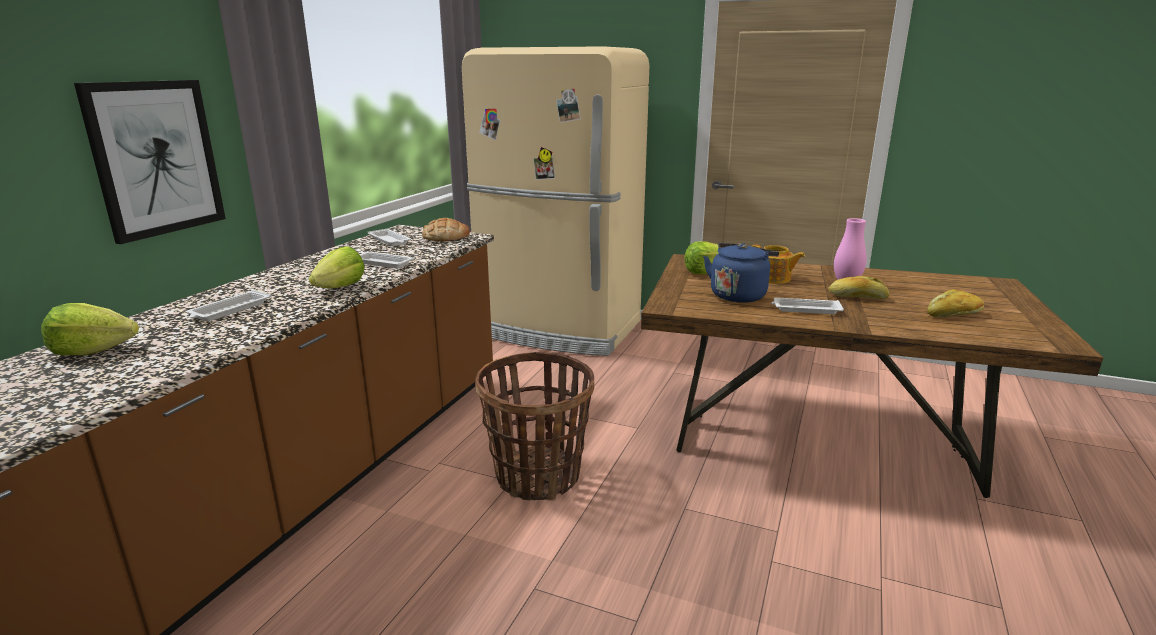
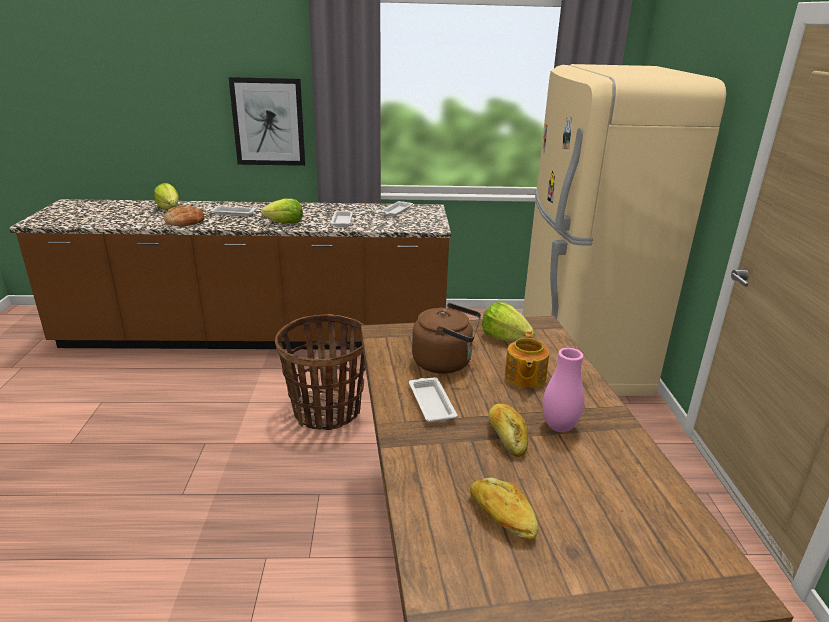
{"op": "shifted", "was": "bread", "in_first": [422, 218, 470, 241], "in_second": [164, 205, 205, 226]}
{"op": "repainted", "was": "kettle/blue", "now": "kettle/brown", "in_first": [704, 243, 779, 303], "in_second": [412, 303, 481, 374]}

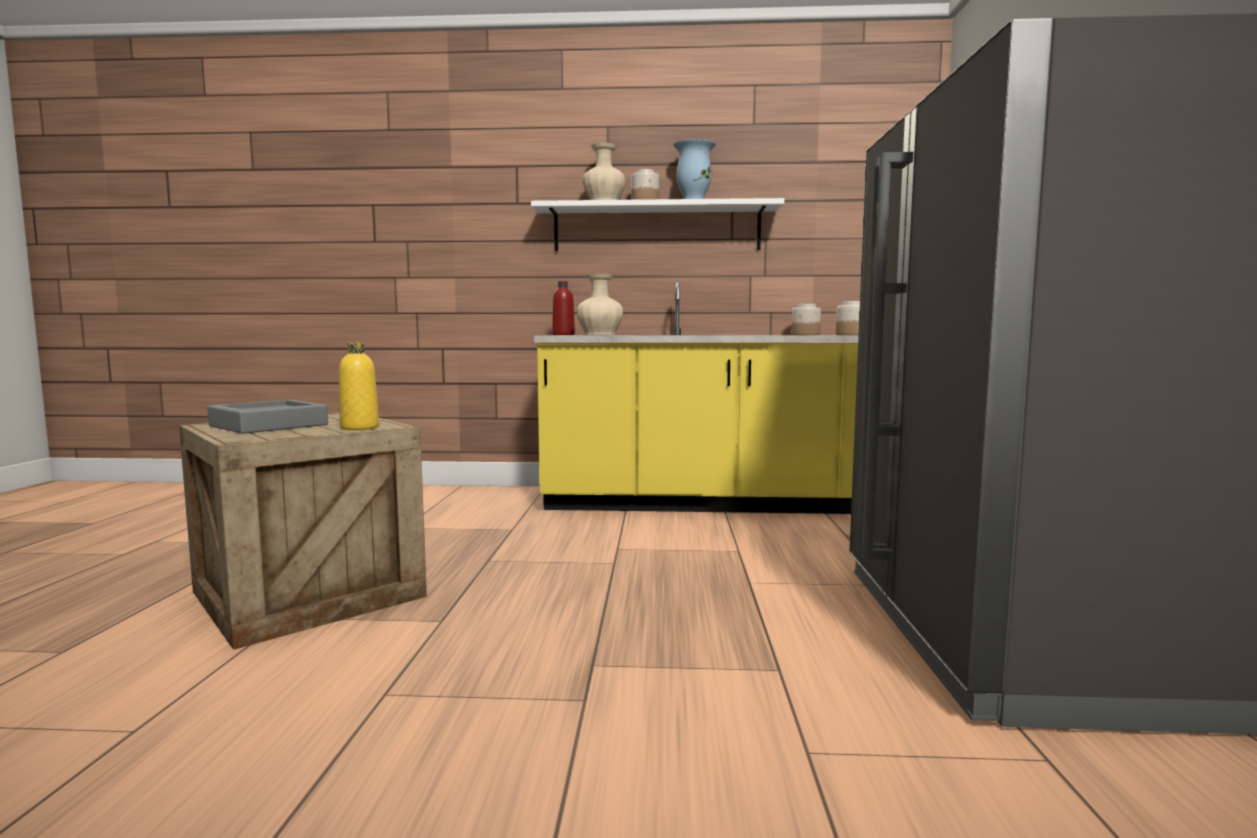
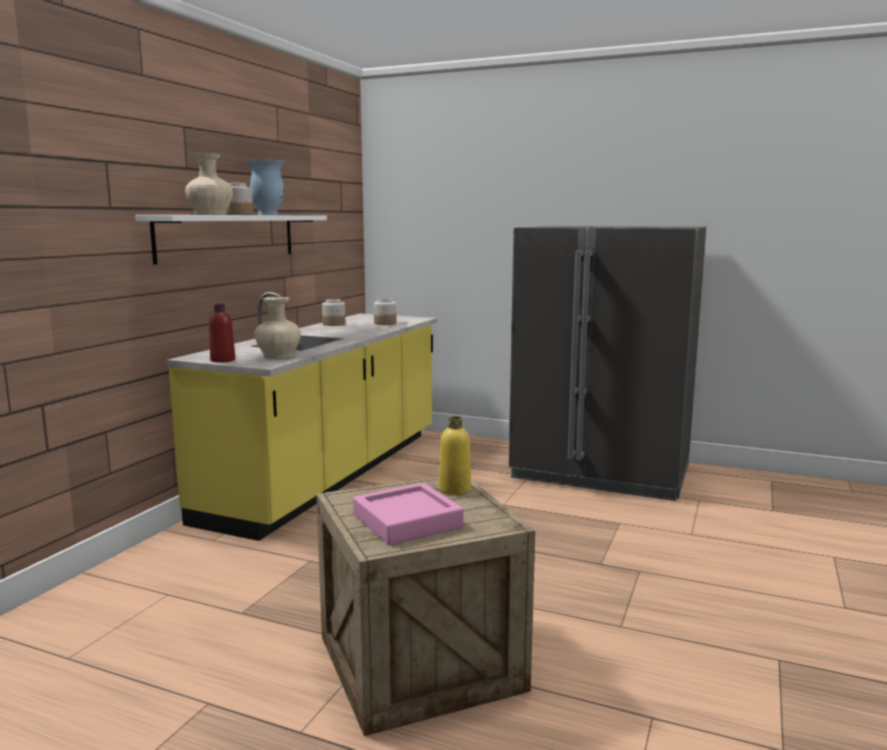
{"op": "repainted", "was": "tray/grey", "now": "tray/pink", "in_first": [207, 400, 328, 434], "in_second": [353, 483, 464, 545]}

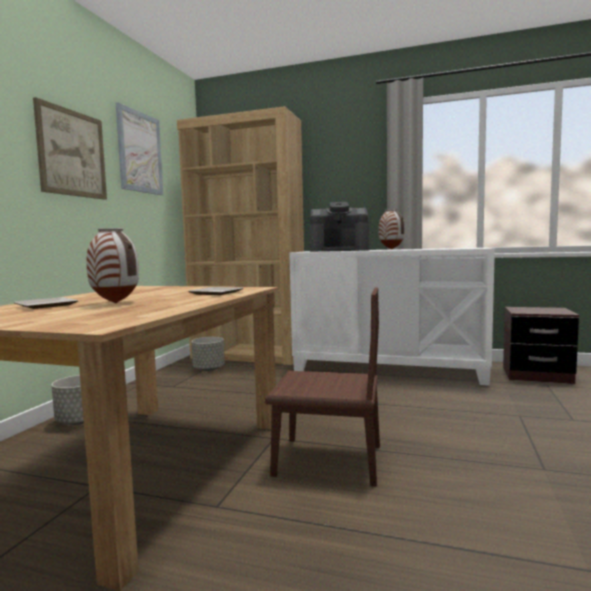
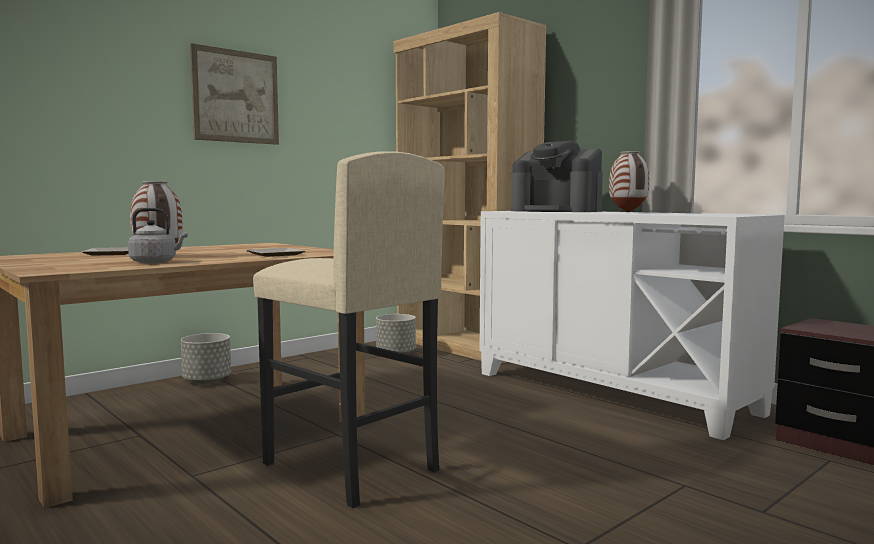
{"op": "gone", "was": "picture", "in_first": [116, 103, 163, 195]}
{"op": "swapped", "was": "chair/brown", "now": "stool/beige", "in_first": [265, 287, 380, 486], "in_second": [253, 151, 445, 508]}
{"op": "new", "now": "kettle/grey", "in_second": [128, 208, 188, 264]}

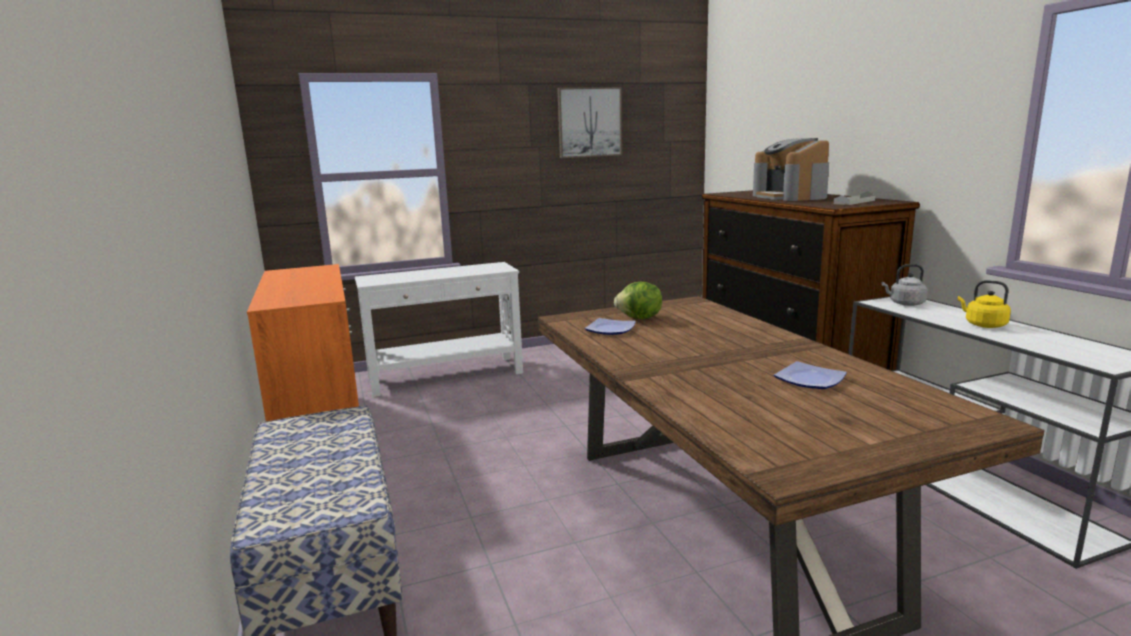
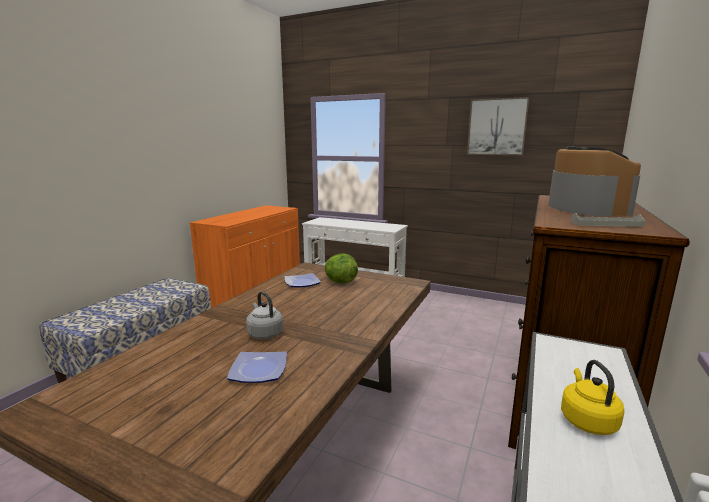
{"op": "rotated", "was": "coffee machine", "in_first": [753, 138, 829, 201], "in_second": [548, 147, 641, 216], "clockwise": 150}
{"op": "shifted", "was": "kettle/grey", "in_first": [882, 264, 928, 306], "in_second": [246, 291, 283, 339]}

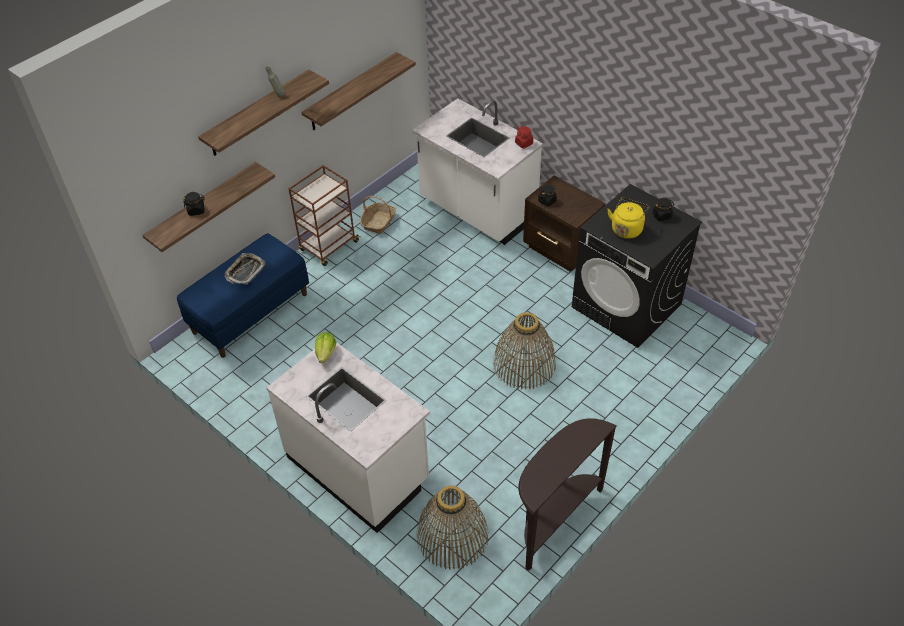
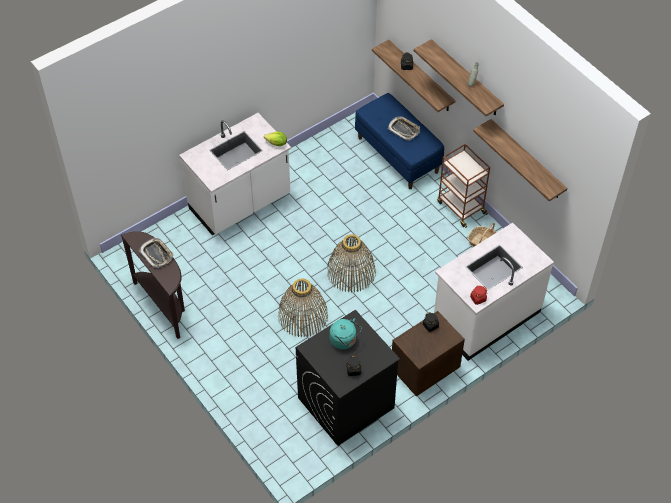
{"op": "shifted", "was": "basket", "in_first": [416, 486, 488, 570], "in_second": [327, 234, 376, 293]}
{"op": "repainted", "was": "kettle/yellow", "now": "kettle/turquoise", "in_first": [607, 197, 650, 239], "in_second": [330, 318, 362, 349]}
{"op": "new", "now": "tray", "in_second": [139, 238, 174, 268]}

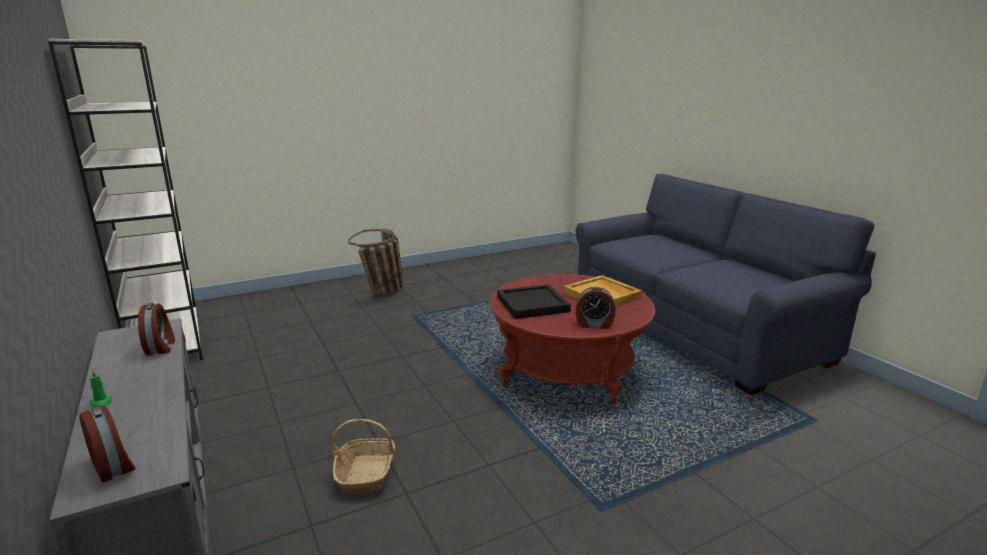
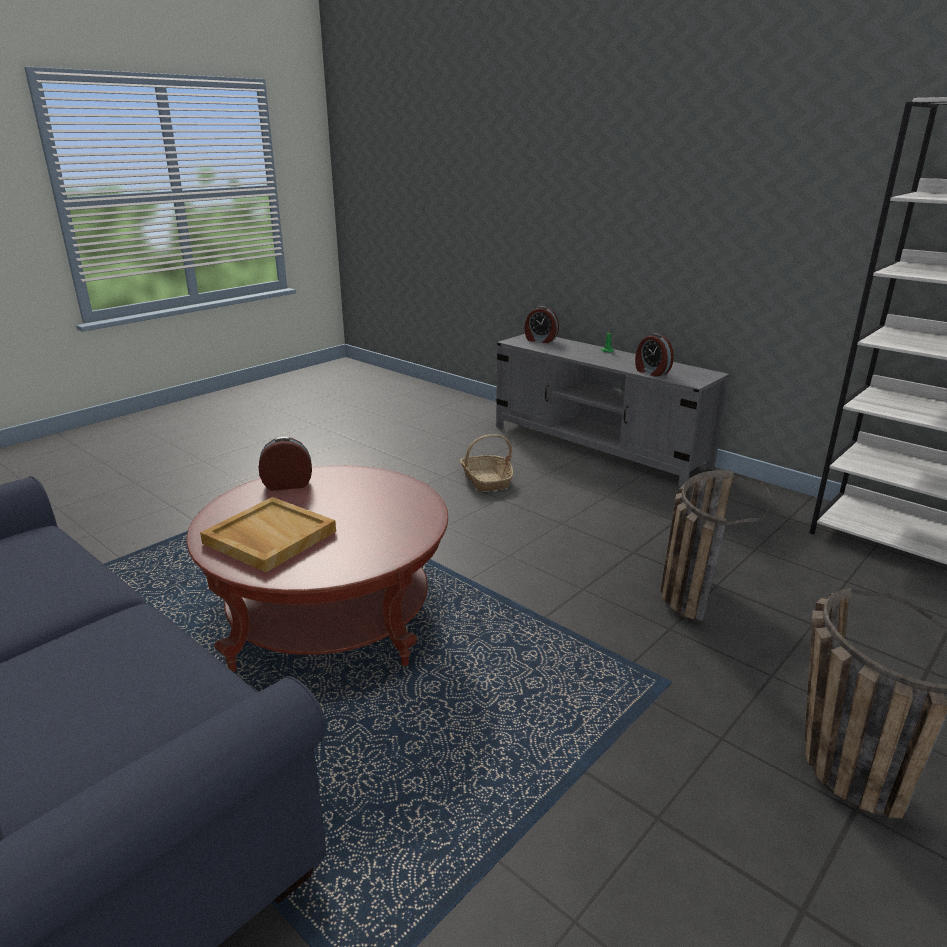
{"op": "gone", "was": "tray/black", "in_first": [497, 284, 571, 319]}
{"op": "new", "now": "basket", "in_second": [660, 470, 771, 624]}

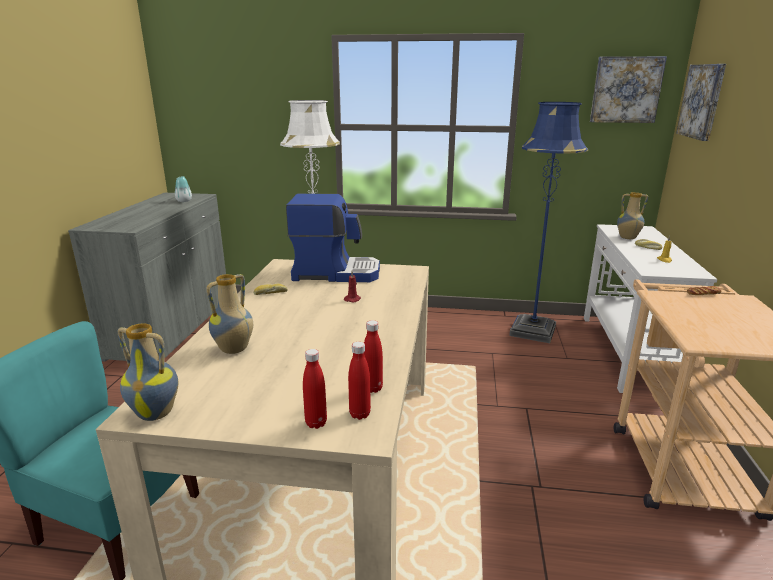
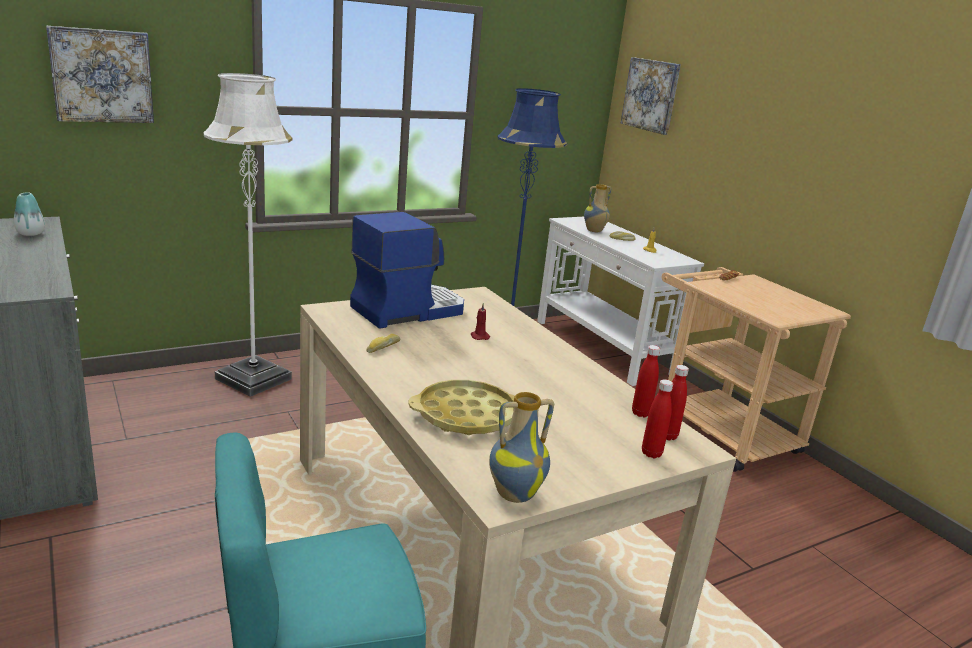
{"op": "swapped", "was": "vase", "now": "tray/yellow", "in_first": [206, 274, 253, 354], "in_second": [409, 380, 515, 435]}
{"op": "shifted", "was": "picture", "in_first": [590, 56, 667, 123], "in_second": [46, 25, 154, 123]}

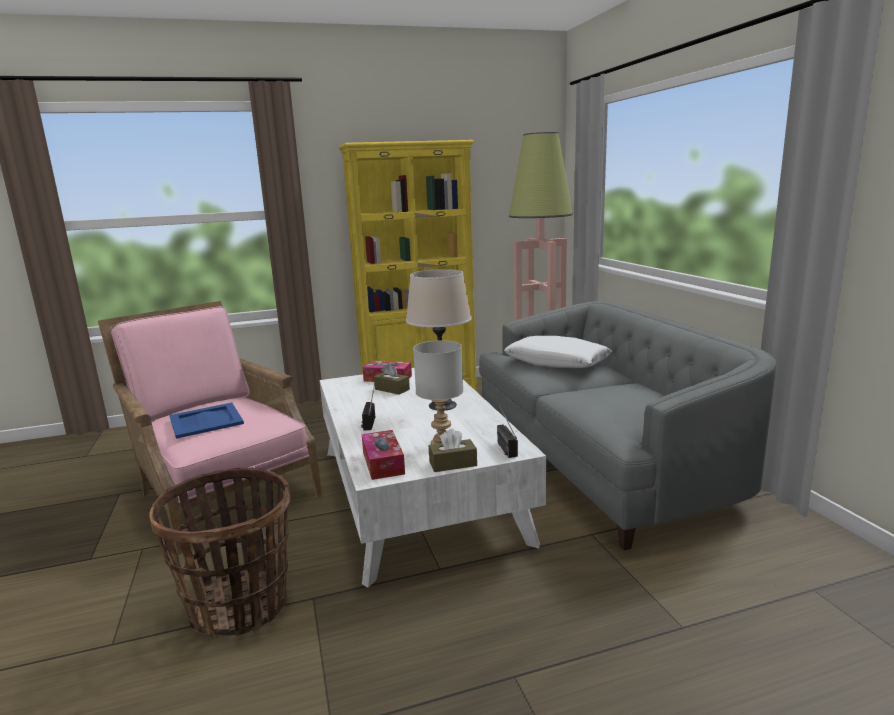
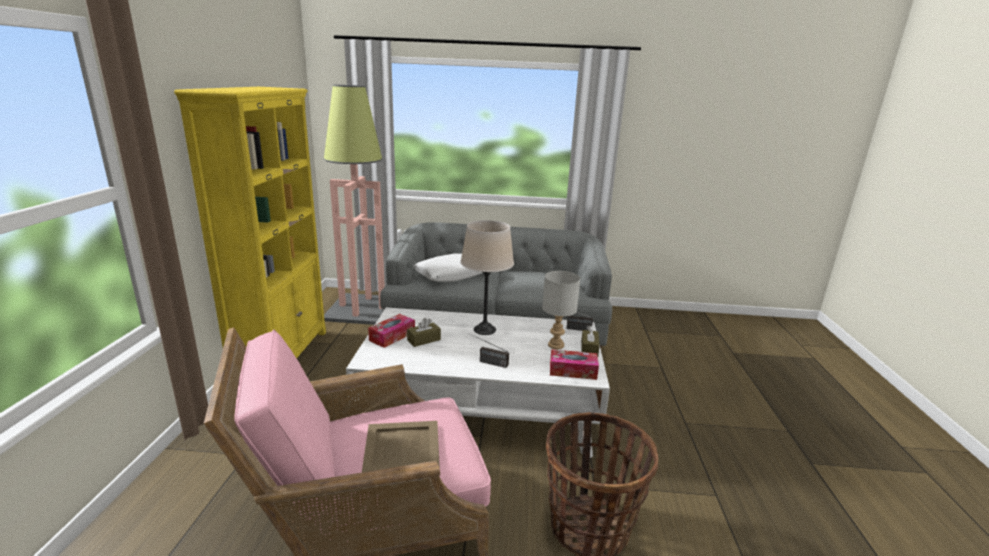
{"op": "repainted", "was": "tray/blue", "now": "tray/beige", "in_first": [169, 403, 244, 439], "in_second": [362, 421, 440, 472]}

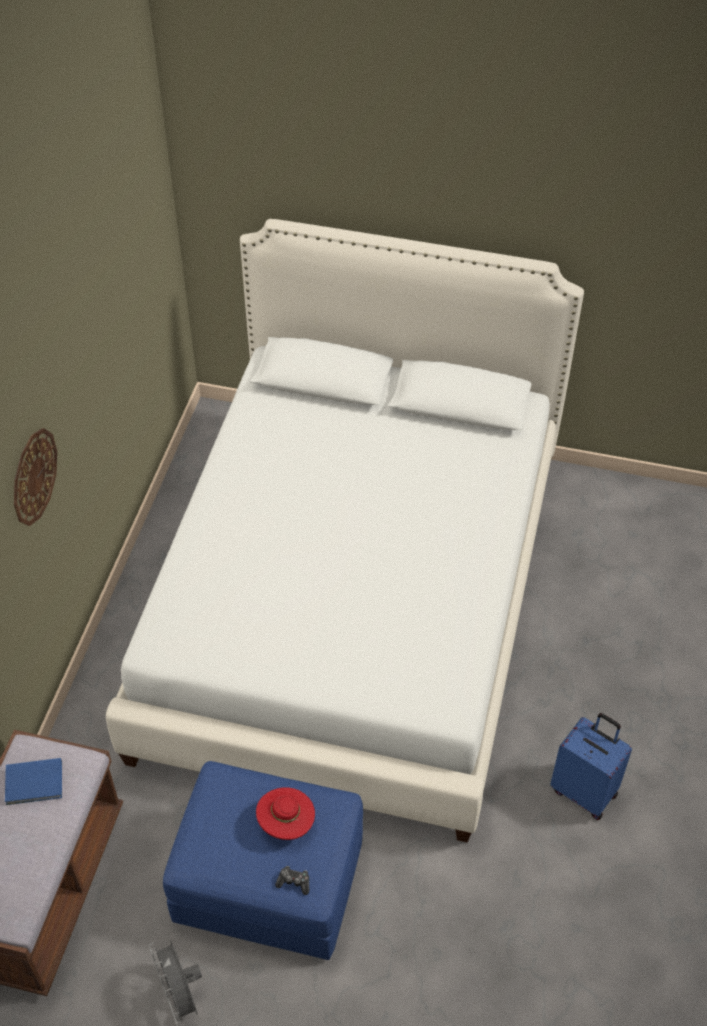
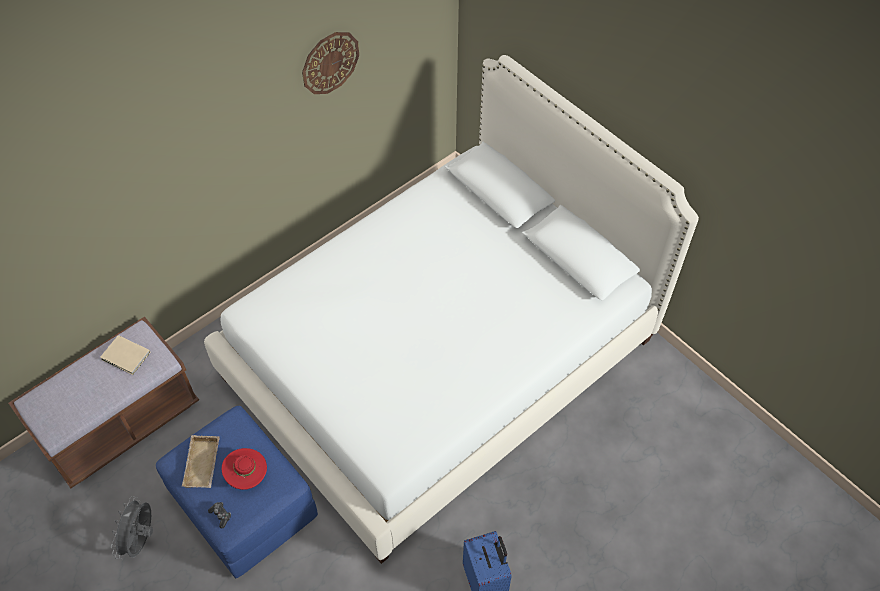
{"op": "repainted", "was": "book/blue", "now": "book/beige", "in_first": [5, 758, 62, 805], "in_second": [100, 335, 151, 375]}
{"op": "shifted", "was": "wall clock", "in_first": [14, 428, 57, 526], "in_second": [302, 32, 359, 94]}
{"op": "new", "now": "tray/beige", "in_second": [182, 435, 220, 488]}

